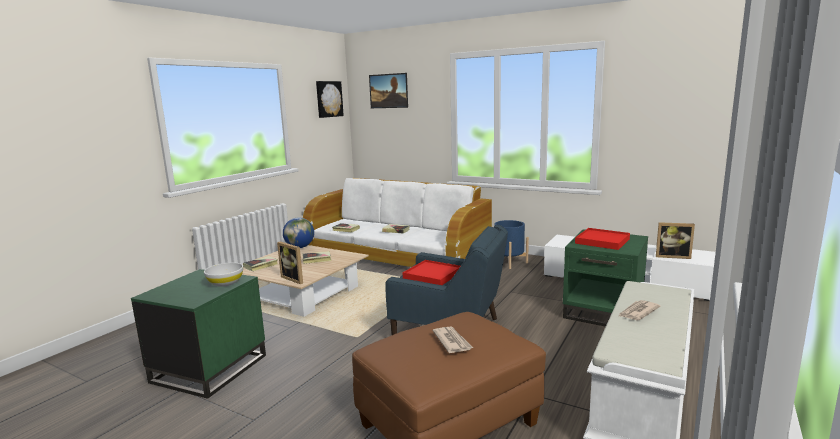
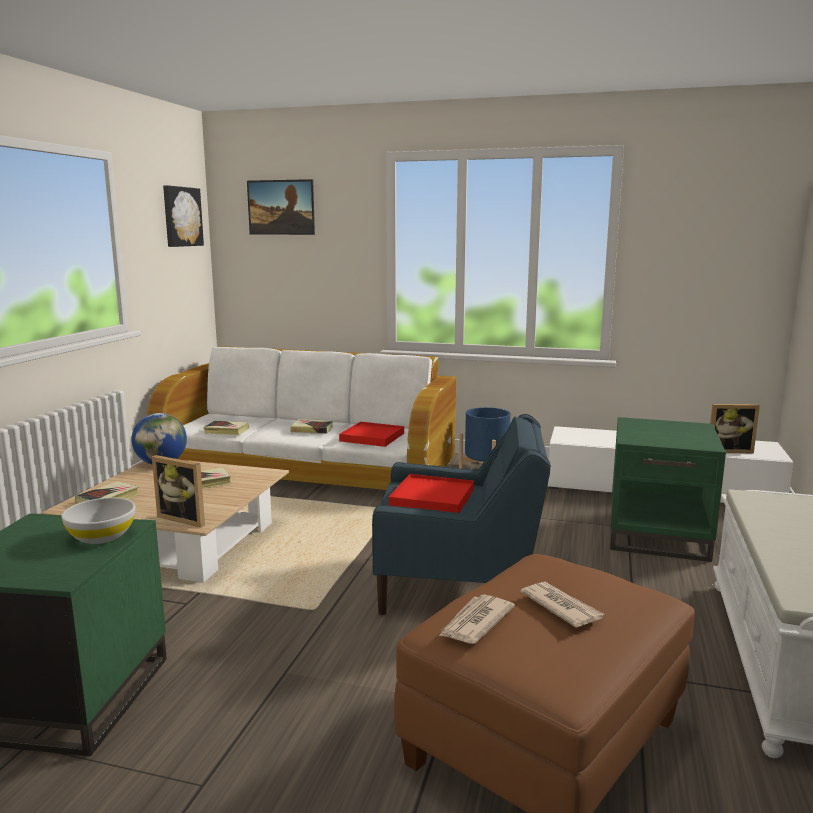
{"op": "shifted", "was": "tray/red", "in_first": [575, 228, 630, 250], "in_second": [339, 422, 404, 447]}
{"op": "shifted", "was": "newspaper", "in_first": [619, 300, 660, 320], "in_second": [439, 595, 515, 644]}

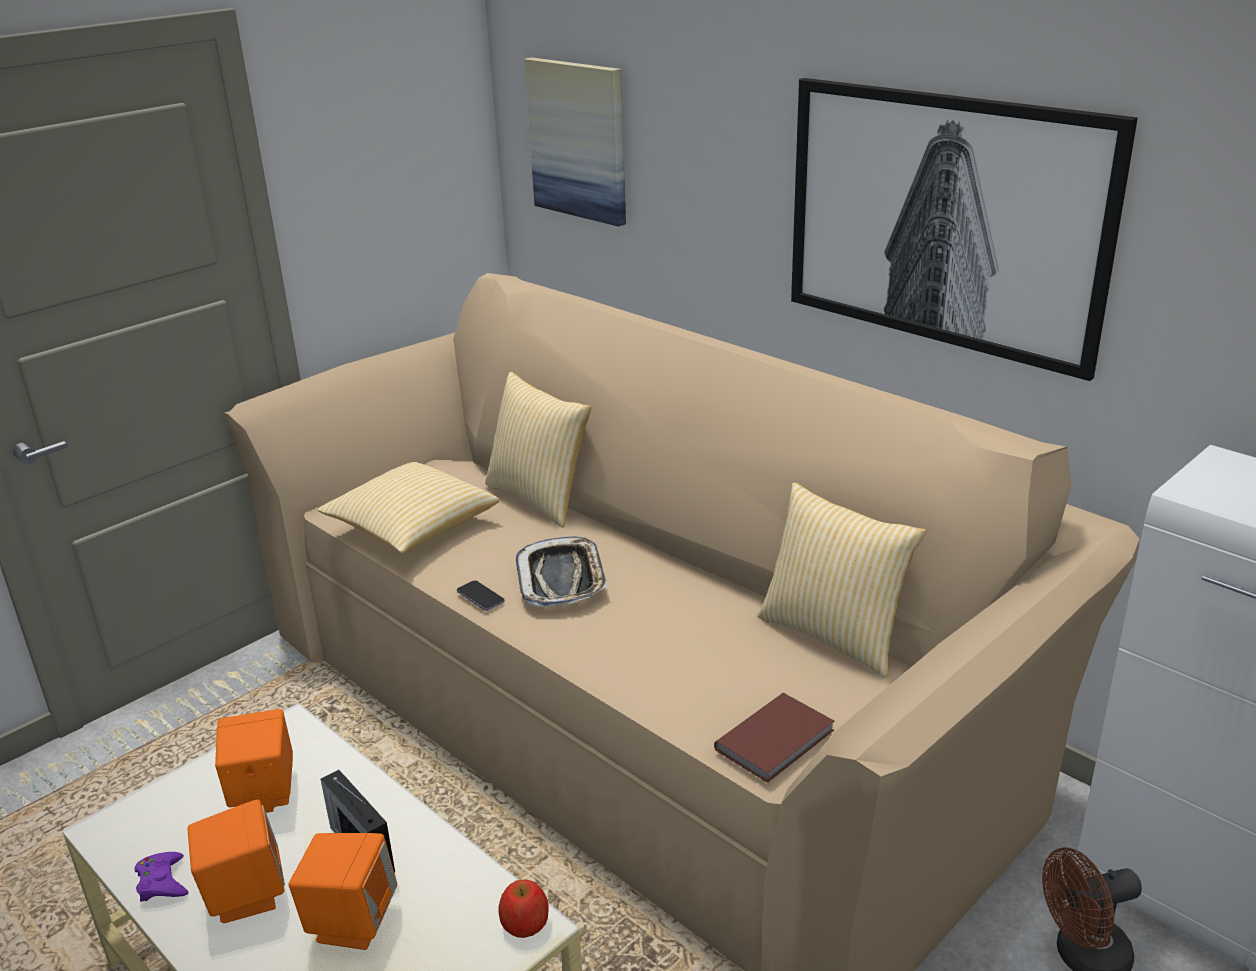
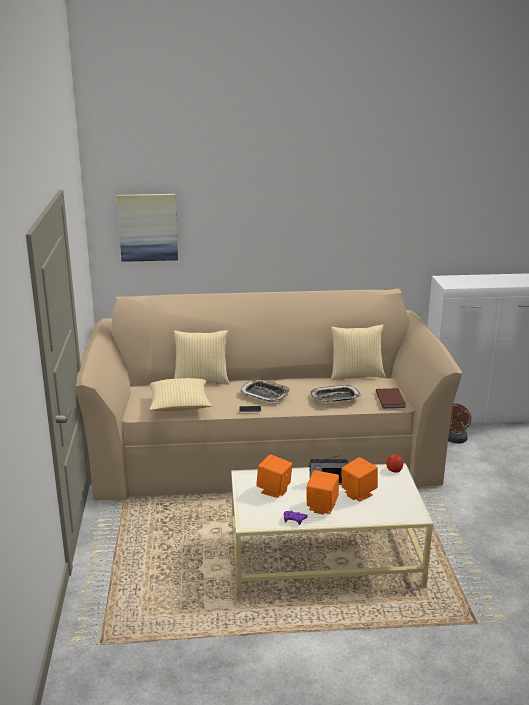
{"op": "gone", "was": "picture", "in_first": [791, 78, 1138, 381]}
{"op": "new", "now": "tray", "in_second": [311, 385, 361, 402]}

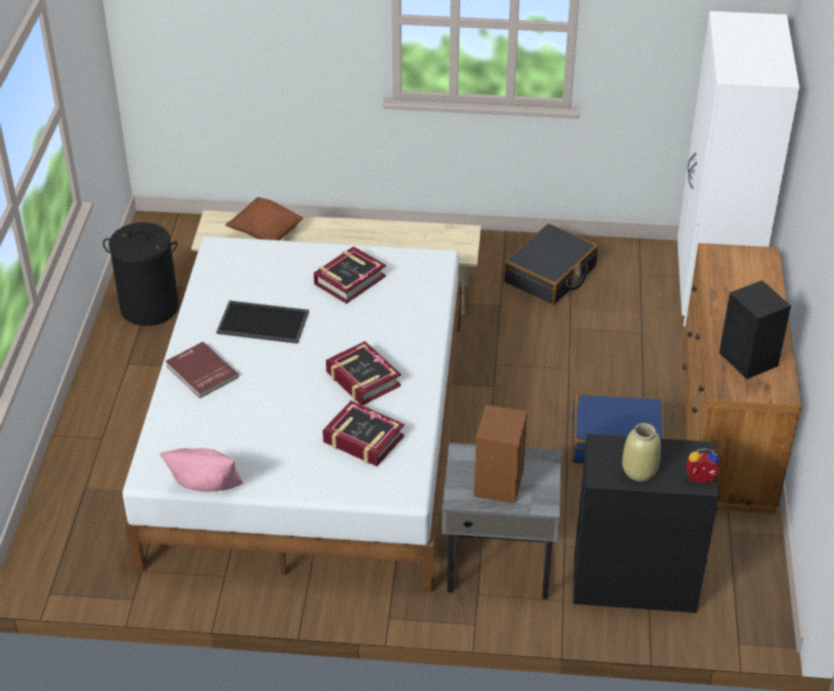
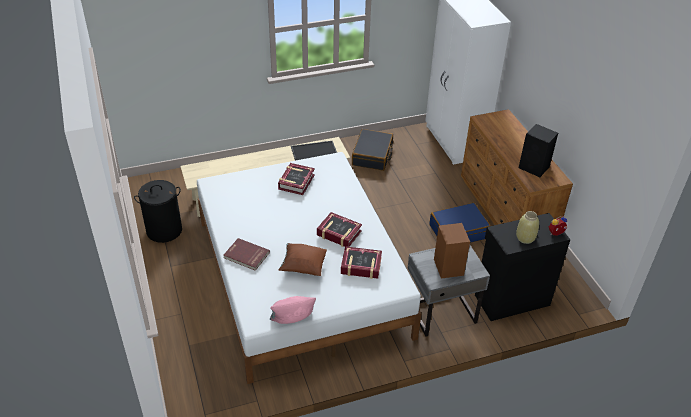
{"op": "shifted", "was": "tray", "in_first": [216, 300, 309, 344], "in_second": [291, 141, 337, 161]}
{"op": "shifted", "was": "pillow/brown", "in_first": [225, 197, 303, 240], "in_second": [279, 243, 327, 276]}

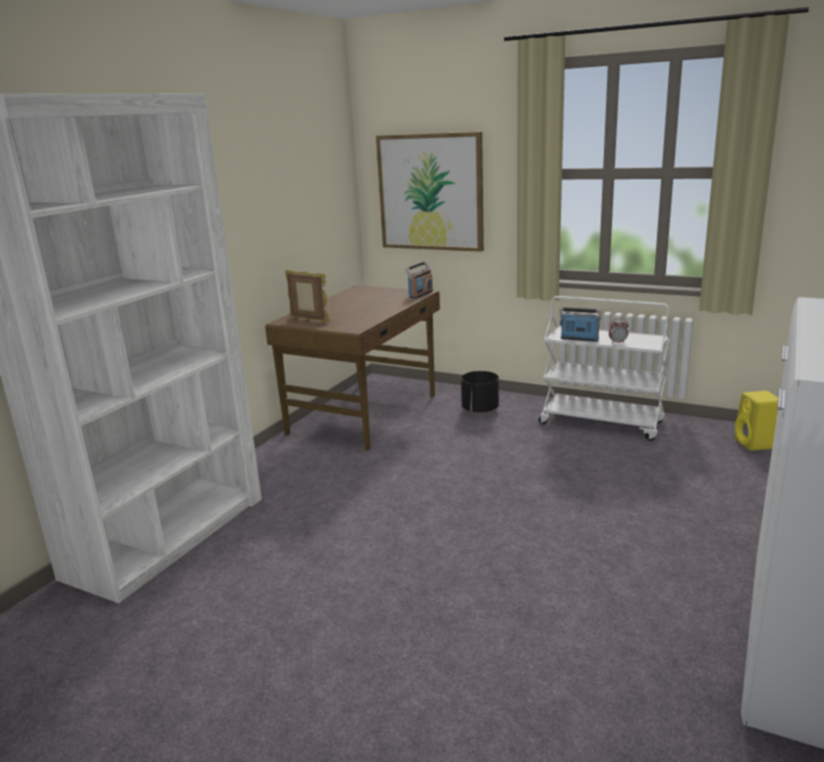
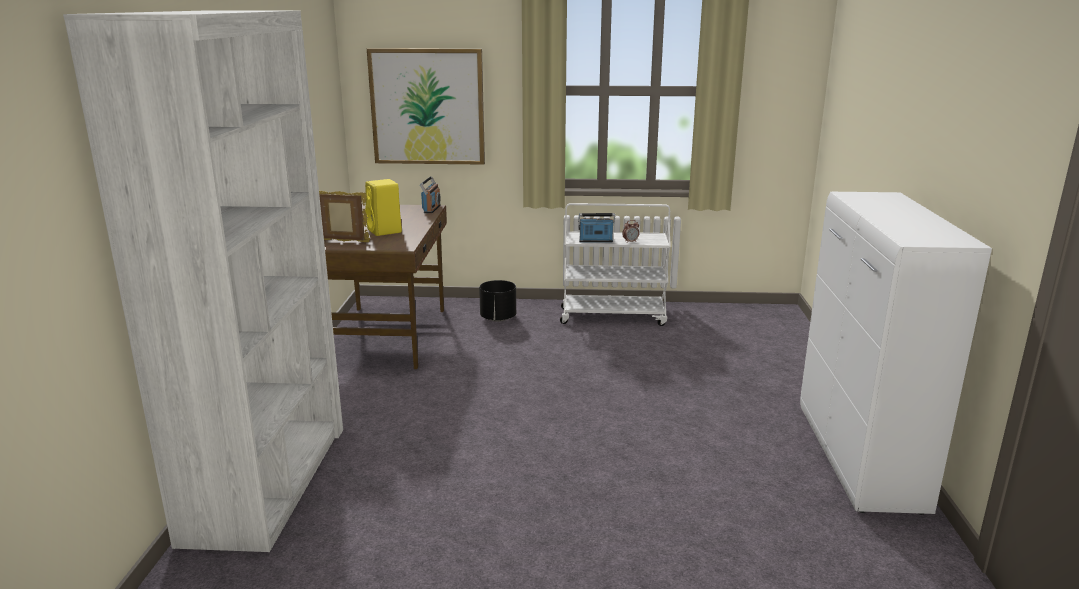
{"op": "shifted", "was": "speaker/yellow", "in_first": [734, 391, 778, 451], "in_second": [365, 179, 402, 236]}

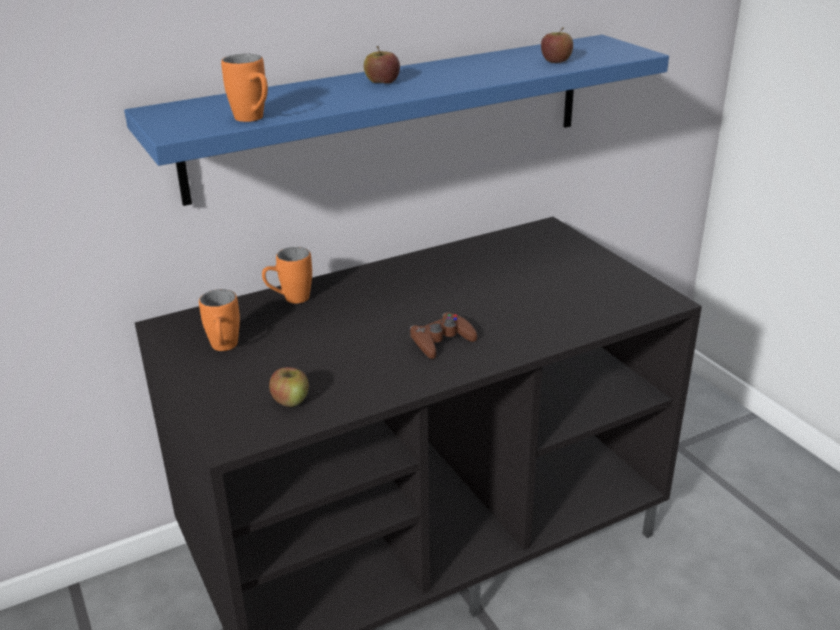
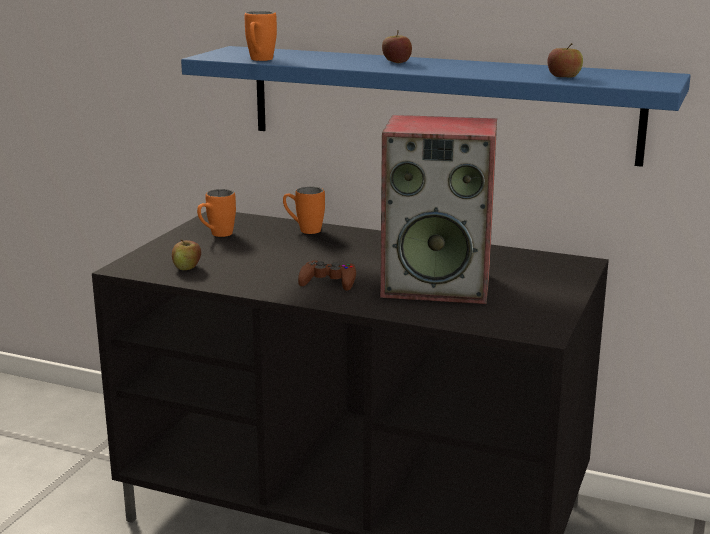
{"op": "new", "now": "speaker", "in_second": [380, 115, 497, 304]}

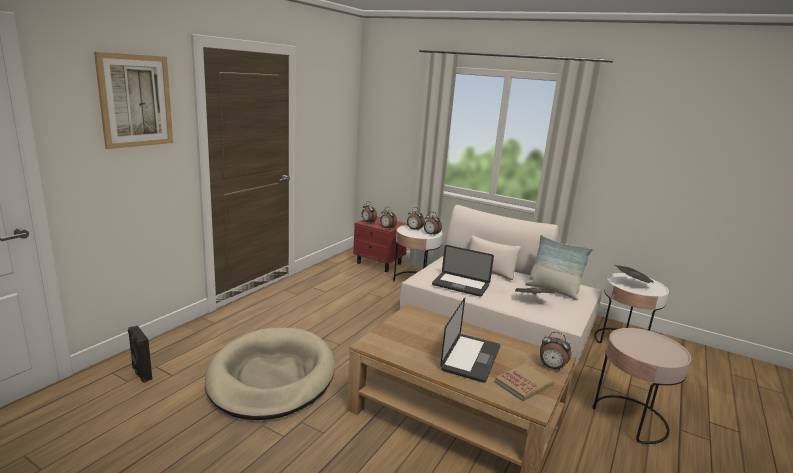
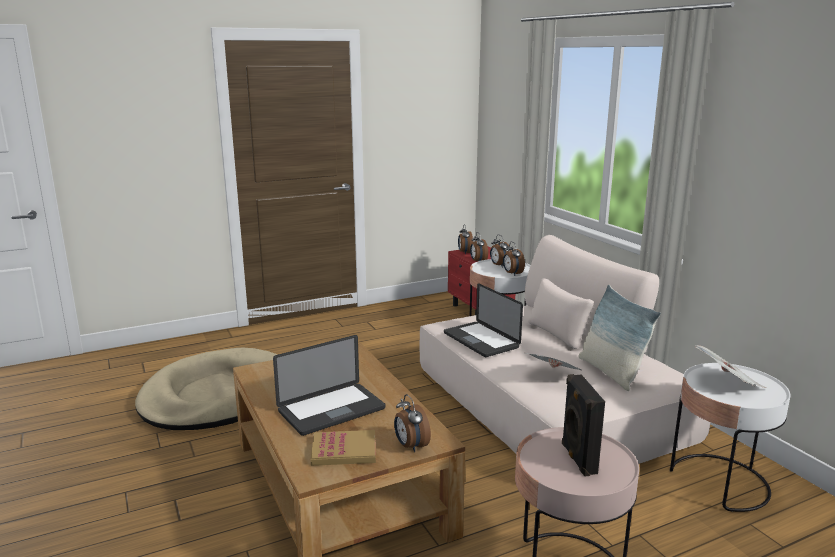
{"op": "gone", "was": "picture", "in_first": [94, 52, 173, 149]}
{"op": "shifted", "was": "speaker/black", "in_first": [128, 326, 152, 383], "in_second": [562, 374, 605, 476]}

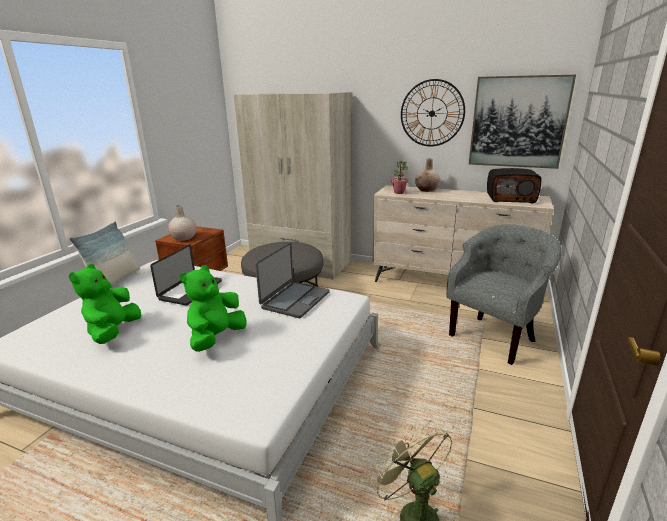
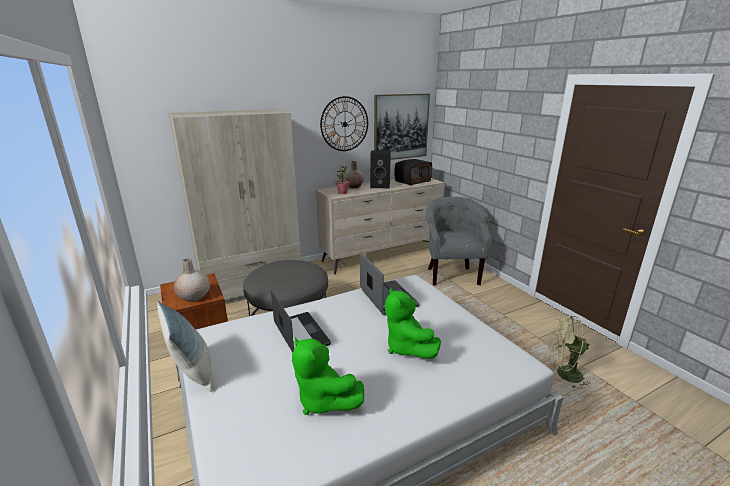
{"op": "new", "now": "speaker/black", "in_second": [370, 150, 391, 188]}

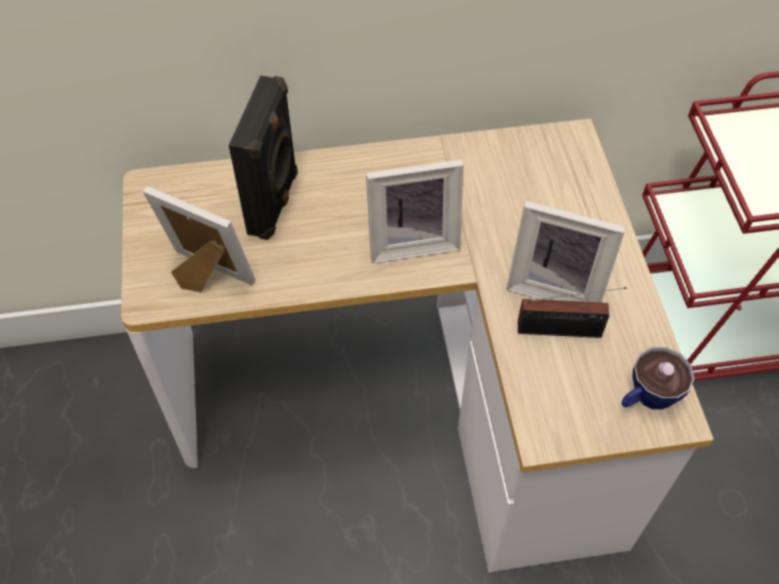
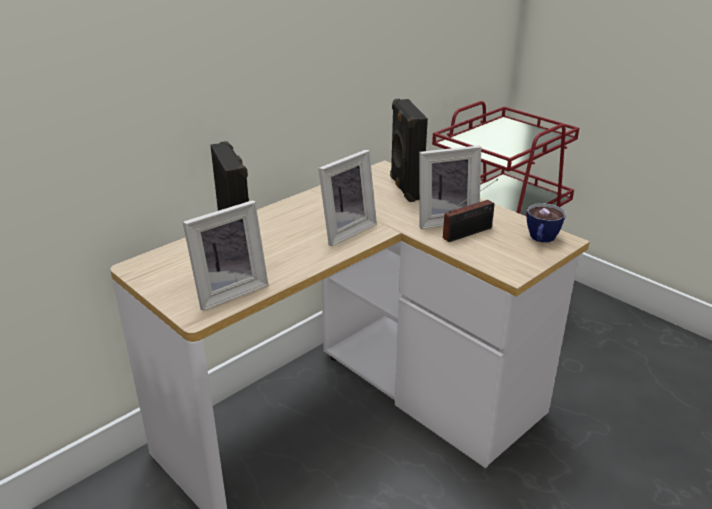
{"op": "rotated", "was": "picture frame", "in_first": [142, 186, 255, 293], "in_second": [183, 200, 268, 311], "clockwise": 150}
{"op": "new", "now": "speaker/black", "in_second": [390, 99, 428, 202]}

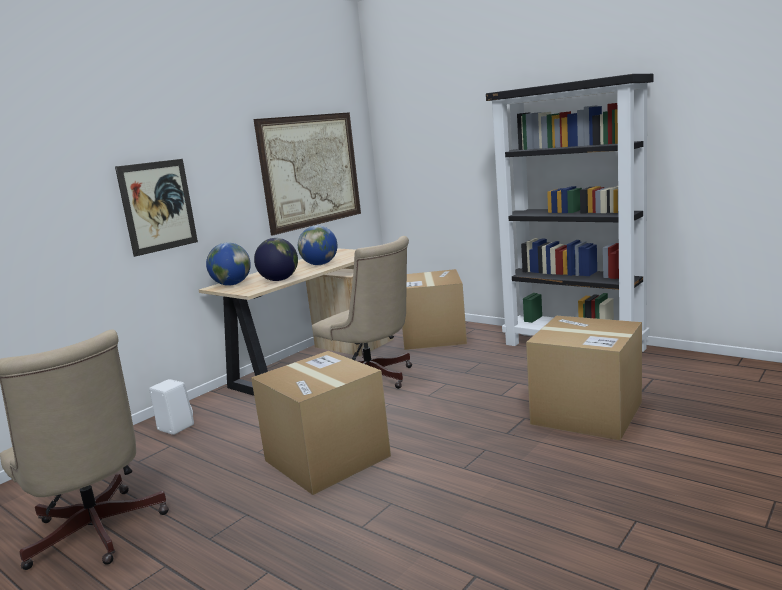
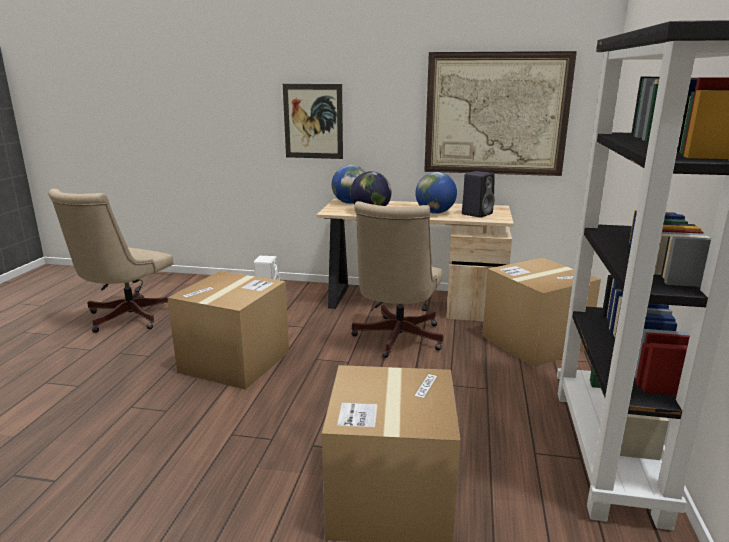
{"op": "new", "now": "speaker/black", "in_second": [462, 171, 494, 218]}

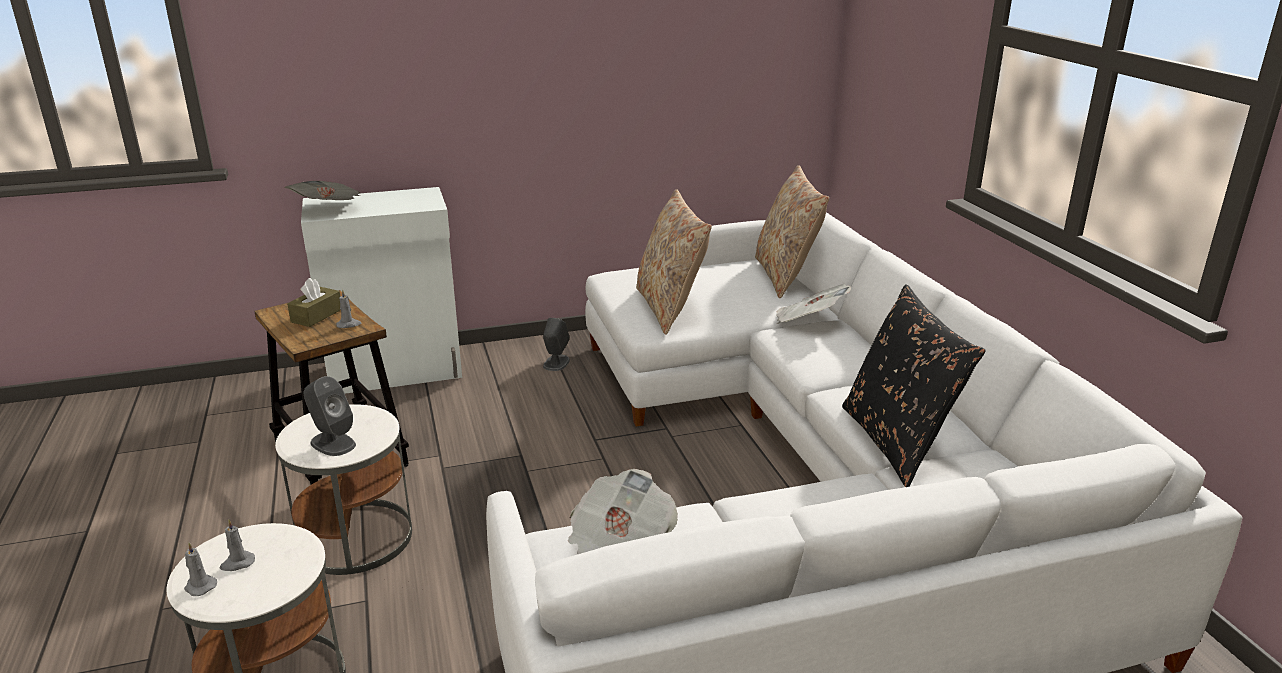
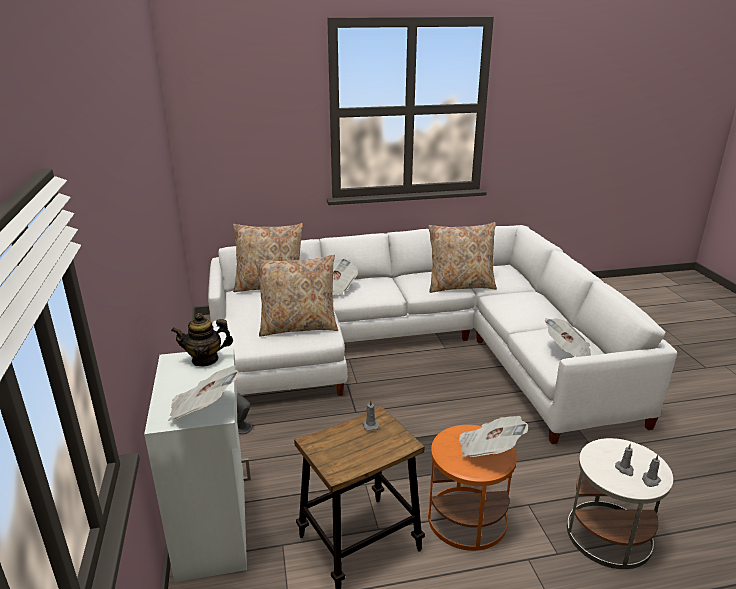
{"op": "repainted", "was": "side table/white", "now": "side table/orange", "in_first": [275, 404, 412, 575], "in_second": [428, 425, 517, 551]}
{"op": "gone", "was": "tissue box/brown", "in_first": [287, 278, 340, 327]}
{"op": "swapped", "was": "speaker/grey", "now": "newspaper", "in_first": [304, 376, 356, 456], "in_second": [459, 416, 528, 457]}
{"op": "repainted", "was": "pillow/black", "now": "pillow/beige", "in_first": [842, 284, 985, 487], "in_second": [428, 222, 497, 293]}
{"op": "new", "now": "teapot", "in_second": [171, 313, 233, 367]}

